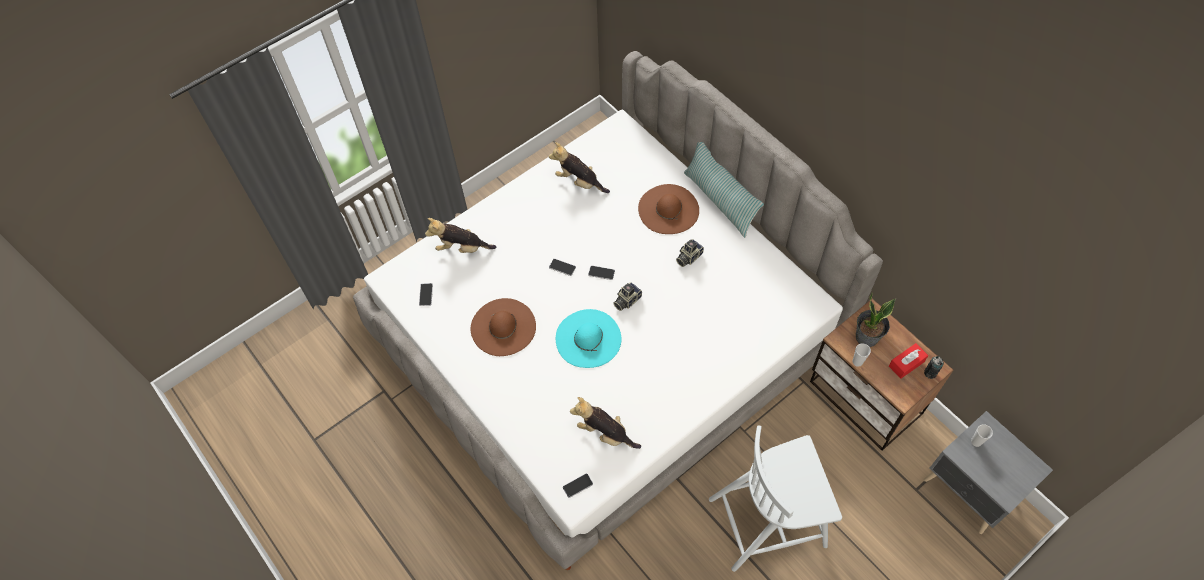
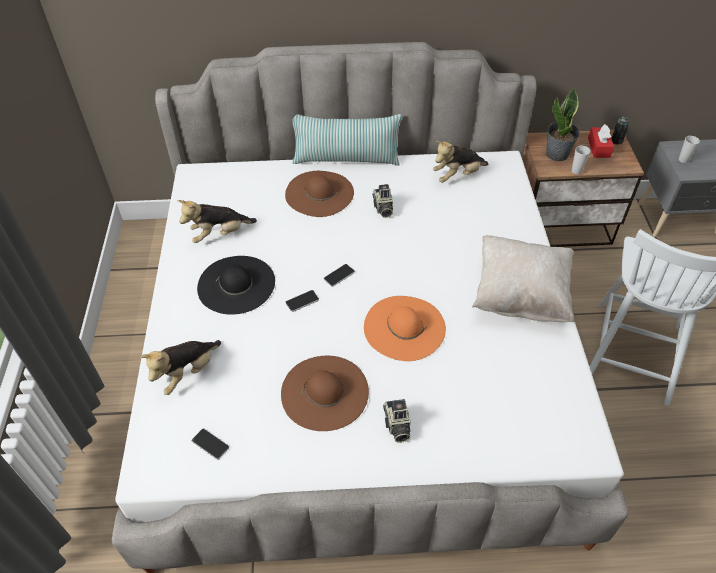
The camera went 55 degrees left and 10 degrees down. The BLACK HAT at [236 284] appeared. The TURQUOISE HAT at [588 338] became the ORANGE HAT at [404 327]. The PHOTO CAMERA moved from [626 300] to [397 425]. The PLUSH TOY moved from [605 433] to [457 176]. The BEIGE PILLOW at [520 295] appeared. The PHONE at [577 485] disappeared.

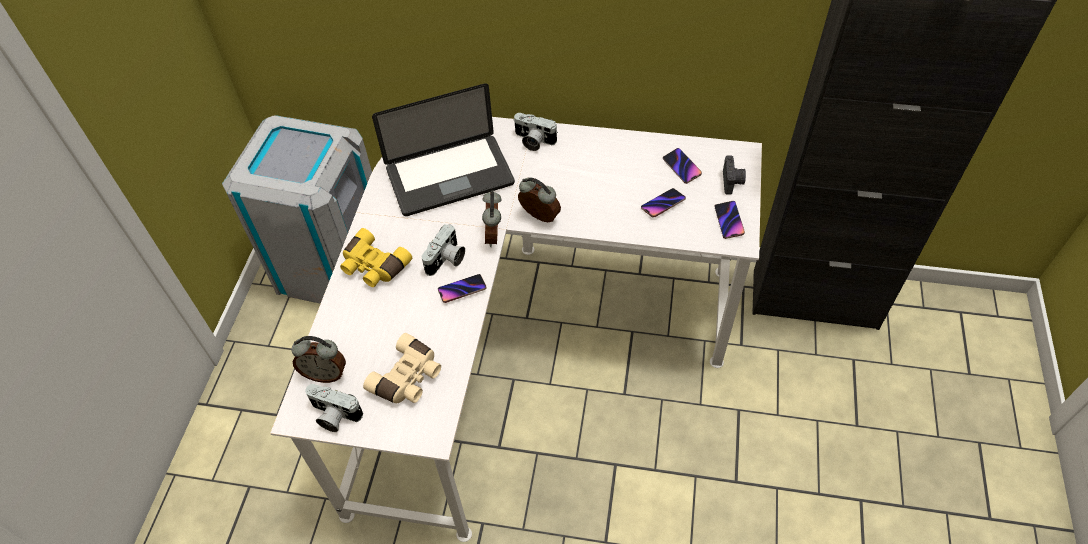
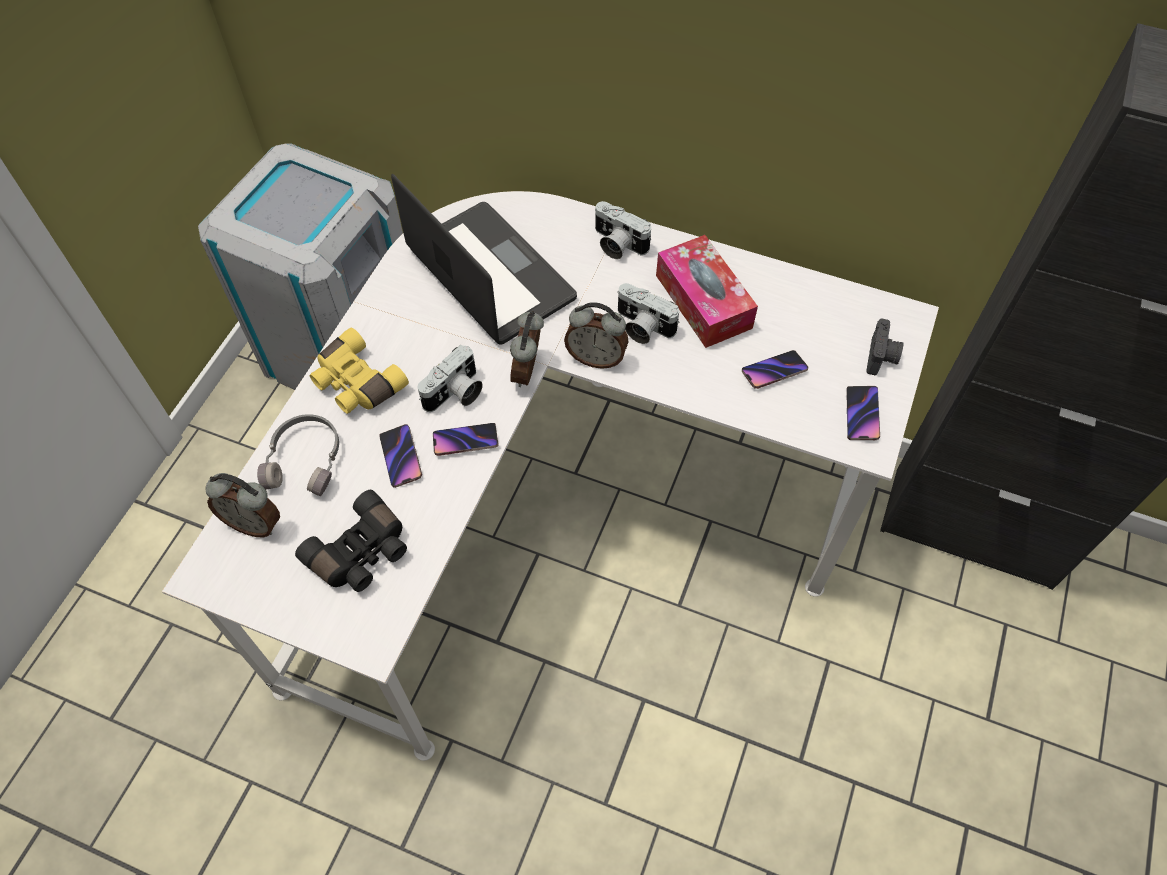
The camera went 10 degrees right and 5 degrees up. The GREY HEADPHONES at [306 460] appeared. The BEIGE BINOCULARS at [408 378] became the BLACK BINOCULARS at [361 553]. The PHONE moved from [681 167] to [401 457]. The LAPTOP at [450 176] turned 120 degrees counterclockwise. The ALARM CLOCK at [539 218] turned 150 degrees clockwise. The PHOTO CAMERA moved from [333 416] to [642 327]. The TISSUE BOX at [703 301] appeared.

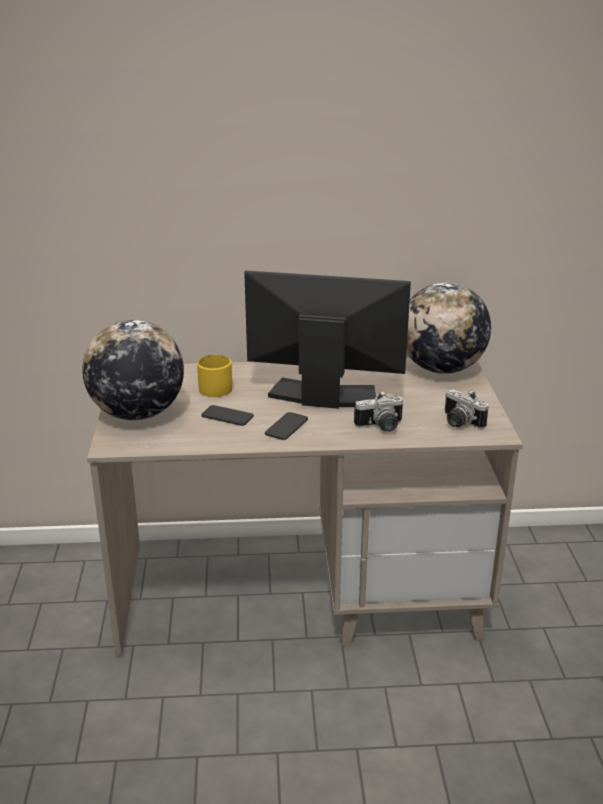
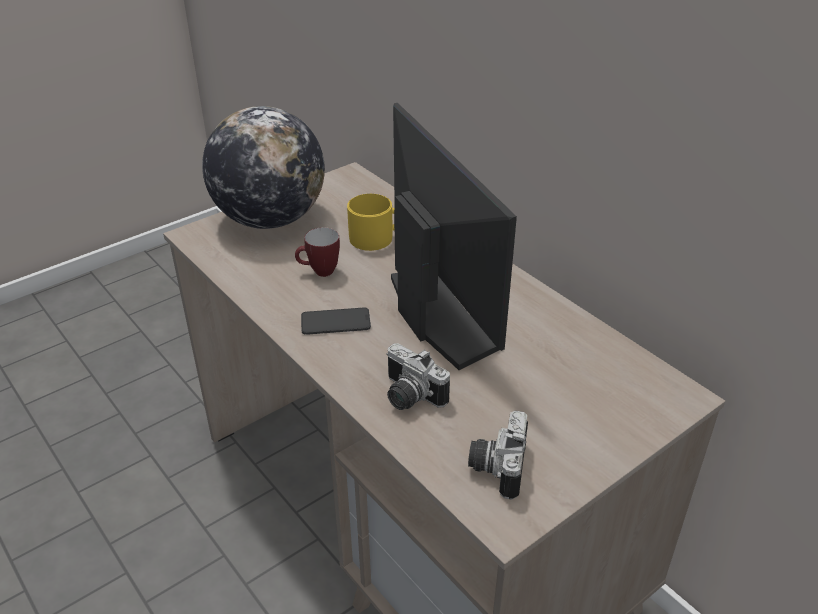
The camera went 55 degrees right and 10 degrees up. The PHONE at [227 416] was replaced by the MUG at [319 272]. The GLOBE at [441 369] disappeared.

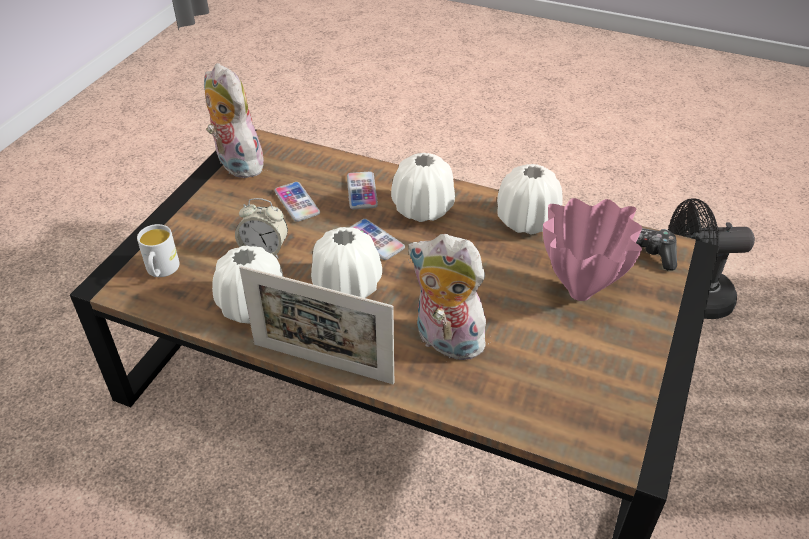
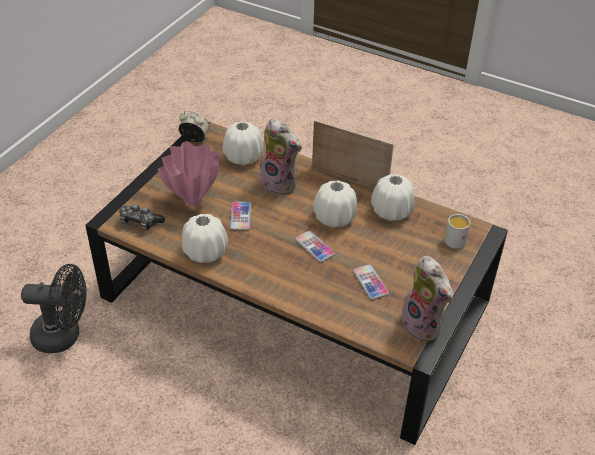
The camera went 175 degrees left and 0 degrees up. The ALARM CLOCK moved from [264 251] to [194 139]. The WHITE VASE moved from [423 209] to [243 157]. The PHONE moved from [362 191] to [240 216].

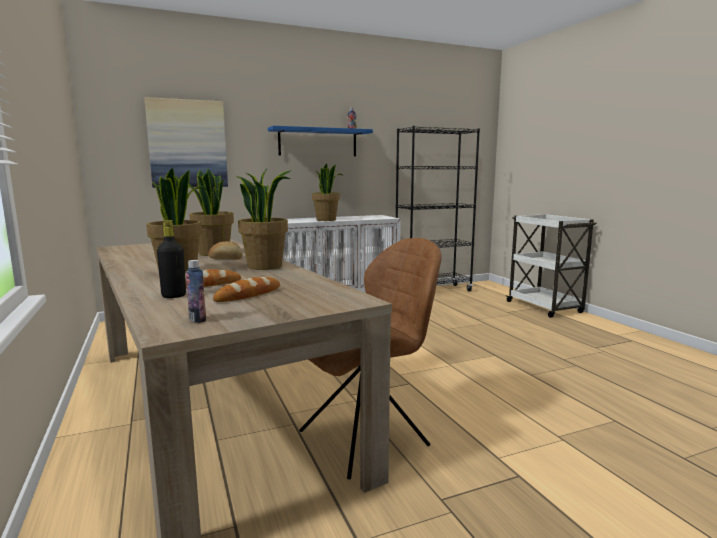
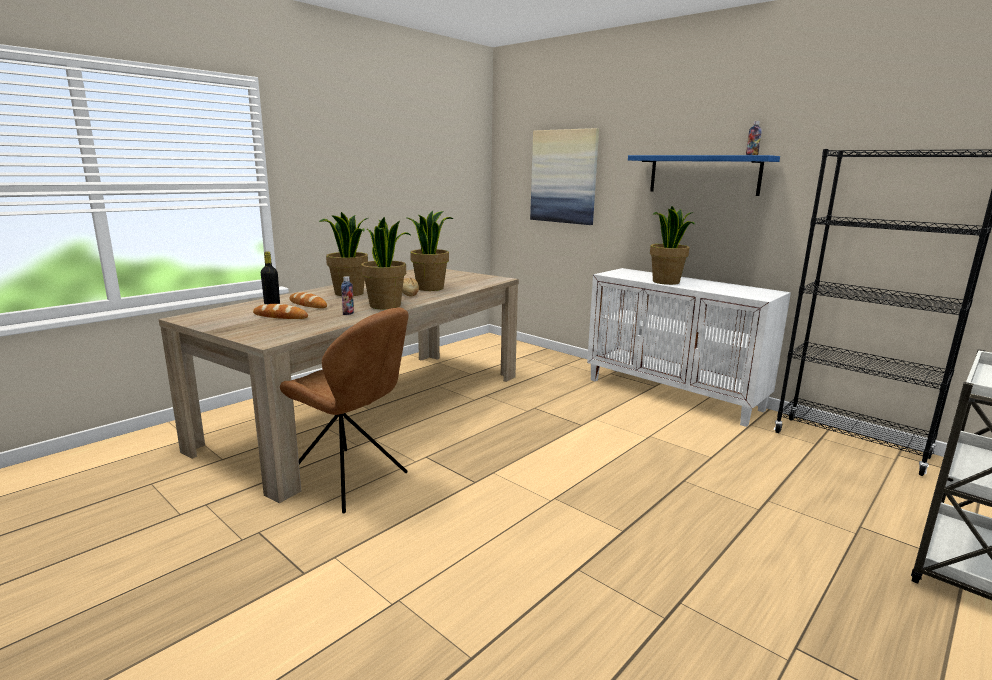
The camera went 65 degrees right and 5 degrees up. The BOTTLE moved from [197 320] to [348 313].

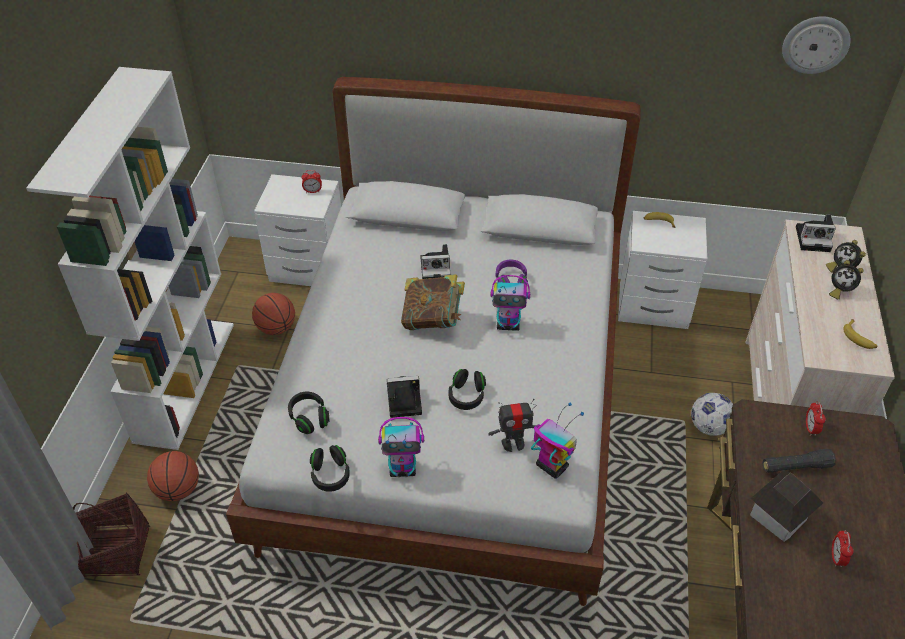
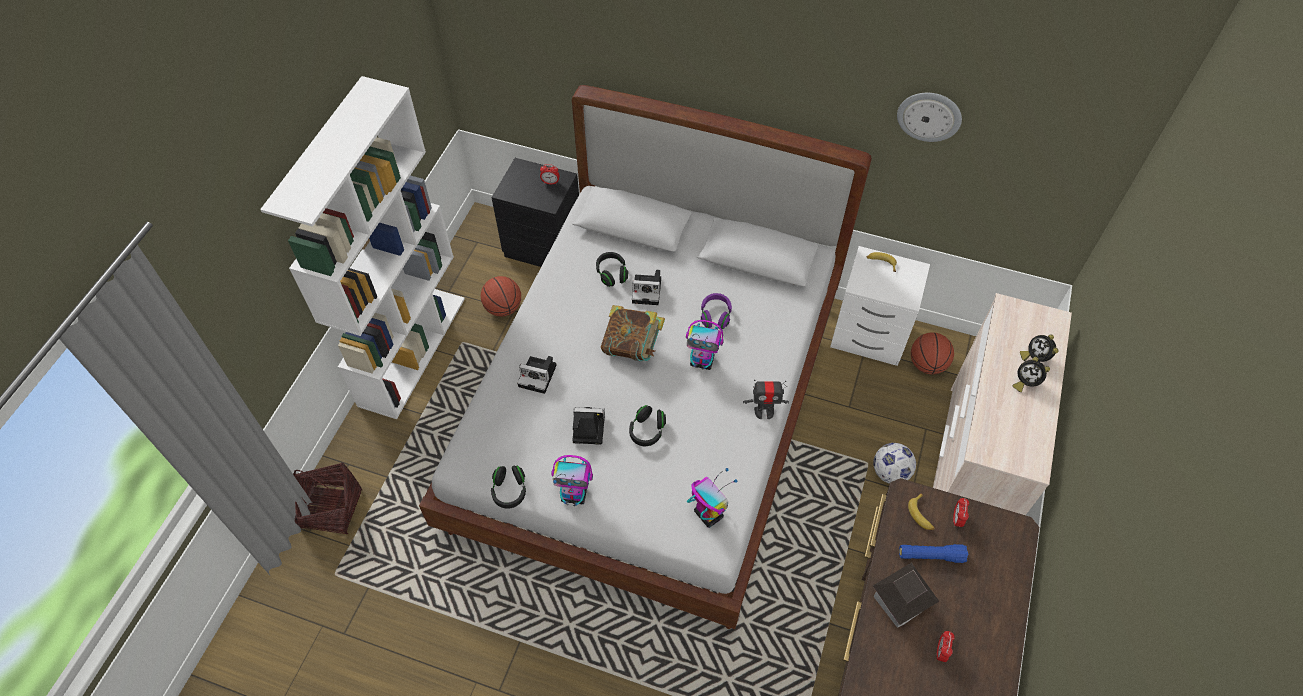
The camera went 10 degrees right and 10 degrees up. The WHITE NIGHTSTAND at [309 268] became the BLACK NIGHTSTAND at [544 248]. The PHOTO CAMERA moved from [814 239] to [539 375]. The BLACK HEADPHONES moved from [309 418] to [612 274]. The TOY ROBOT moved from [513 443] to [764 412]. The WALL CLOCK moved from [815 44] to [929 116]. The BLACK FLASHLIGHT at [796 467] became the BLUE FLASHLIGHT at [930 556]. The BANANA moved from [859 338] to [921 515]. The BASKETBALL moved from [178 490] to [927 364].

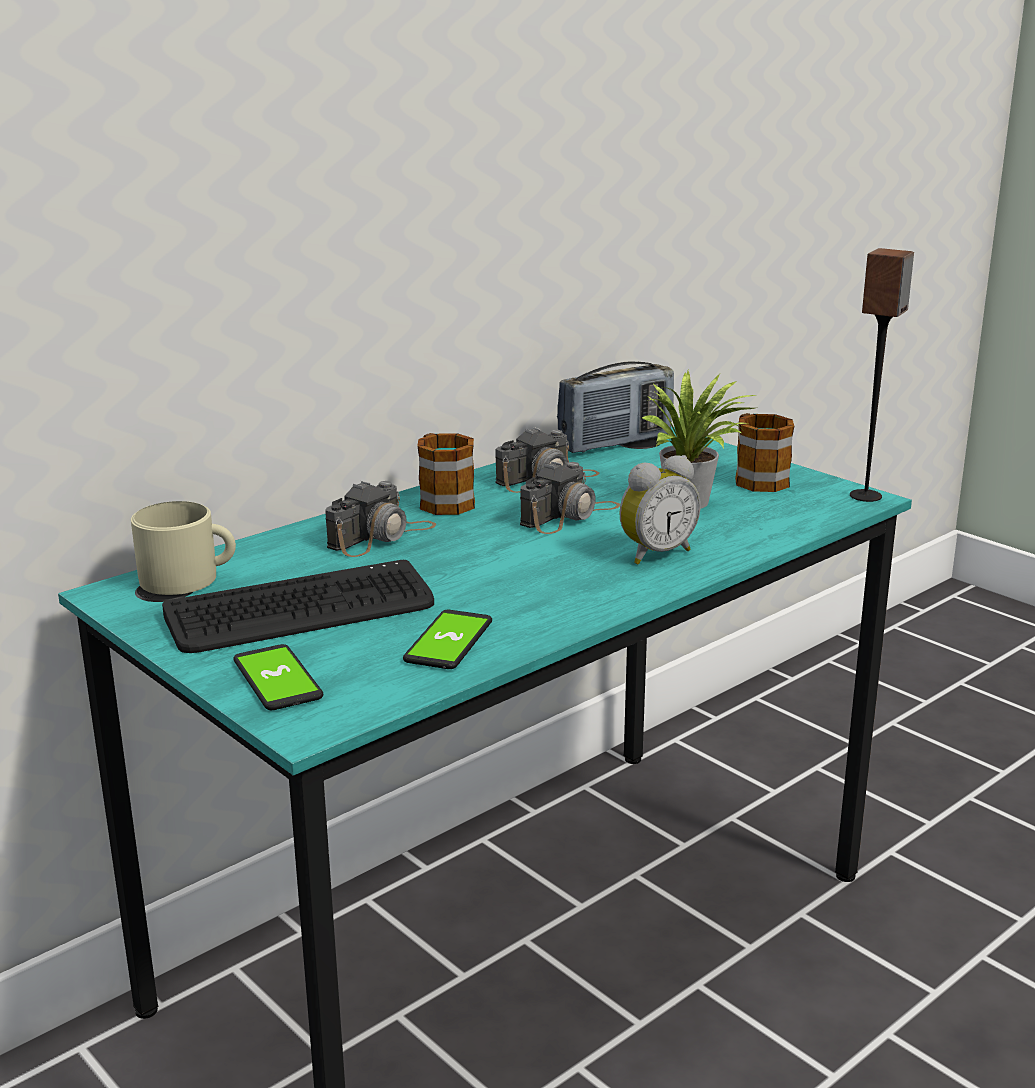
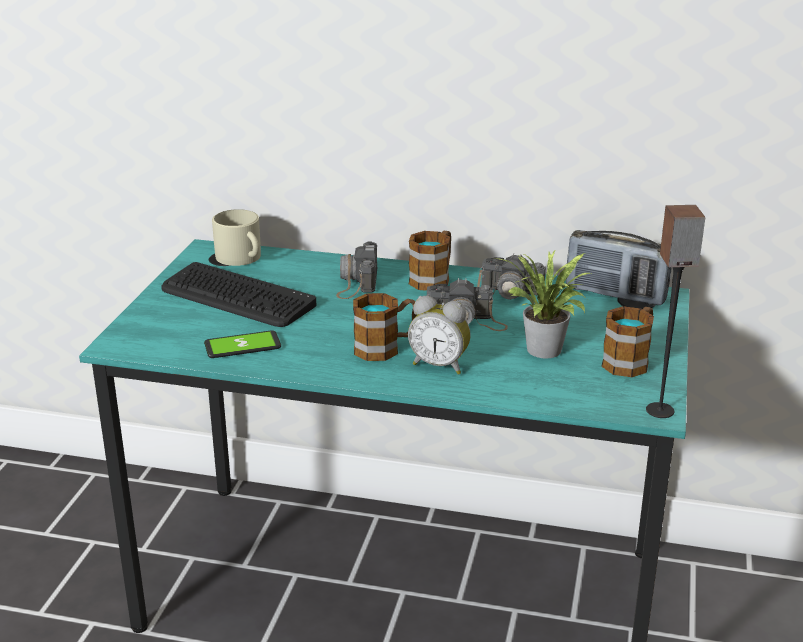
The camera went 55 degrees right and 5 degrees up. The PHOTO CAMERA at [382 536] turned 90 degrees clockwise. The MUG at [385 347] appeared. The PHONE at [277 679] disappeared.

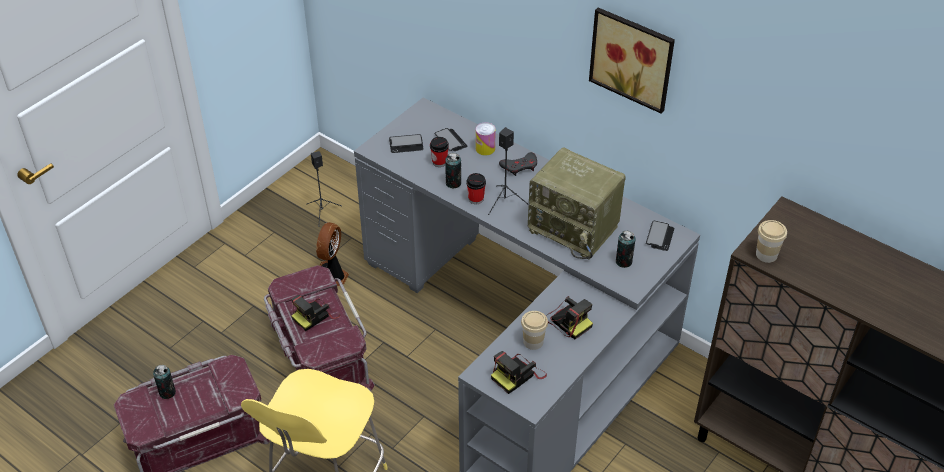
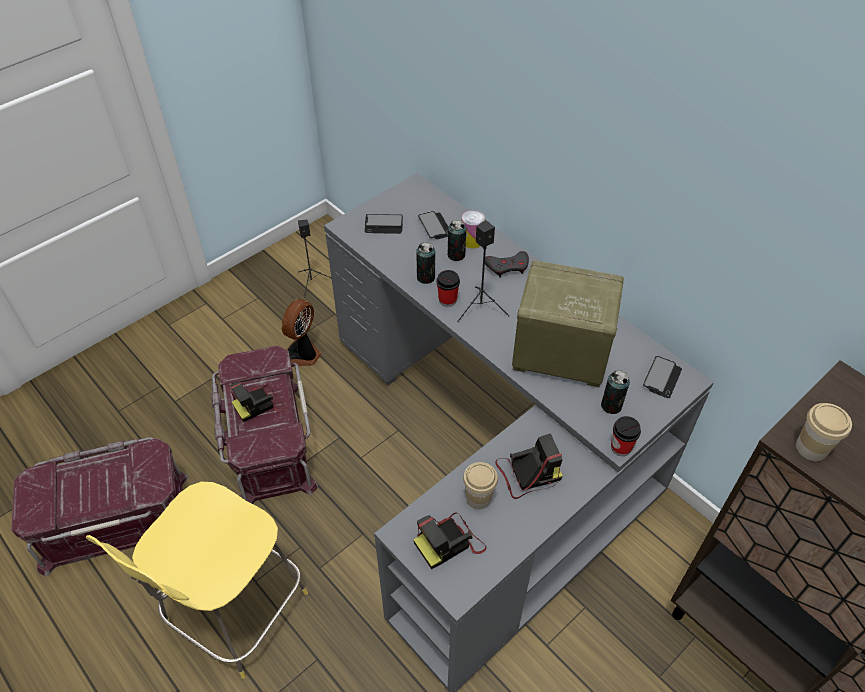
The camera went 10 degrees right and 5 degrees up. The CAN moved from [167 392] to [456 255]. The PHOTO CAMERA at [567 320] turned 75 degrees counterclockwise. The RADIO at [575 228] turned 150 degrees clockwise. The CUP moved from [439 162] to [621 447]. The PICTURE at [633 57] disappeared.

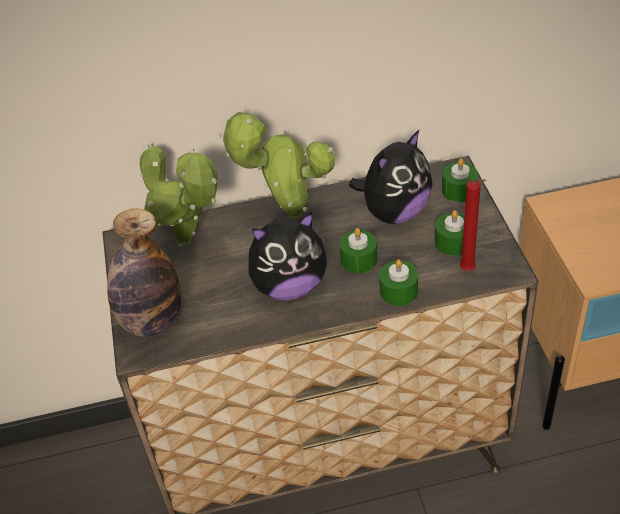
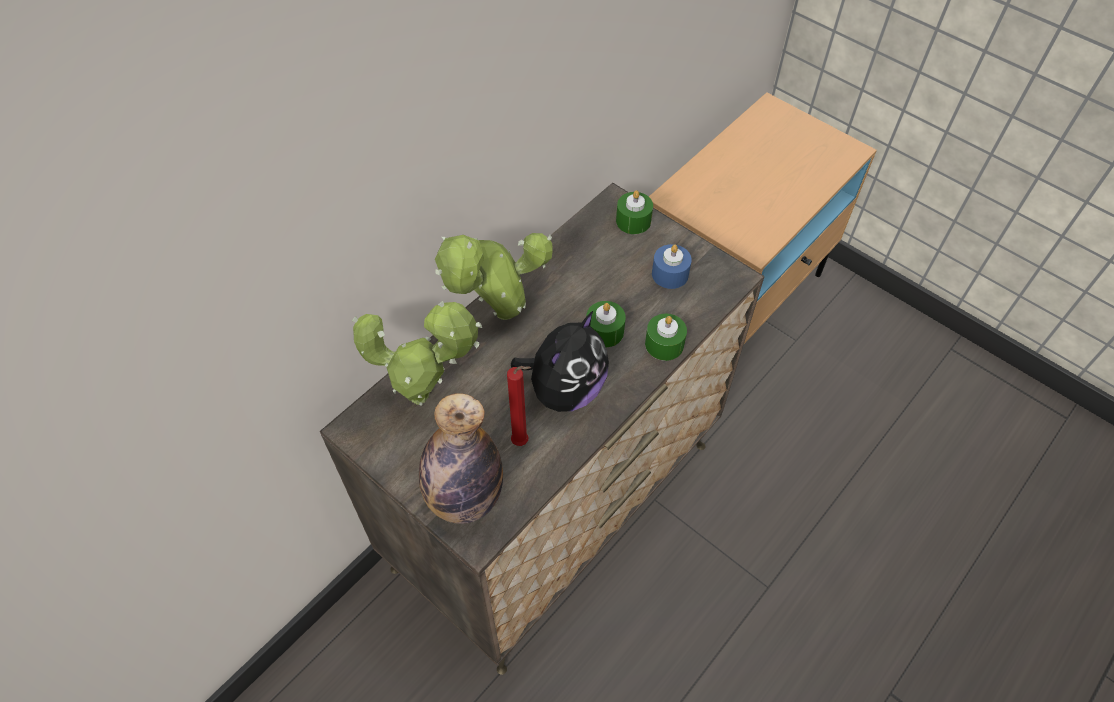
The camera went 40 degrees left and 10 degrees up. The RED CANDLE moved from [469 271] to [522 442]. The GREEN CANDLE at [453 242] became the BLUE CANDLE at [670 274]. The PLUSH TOY at [394 212] disappeared.

